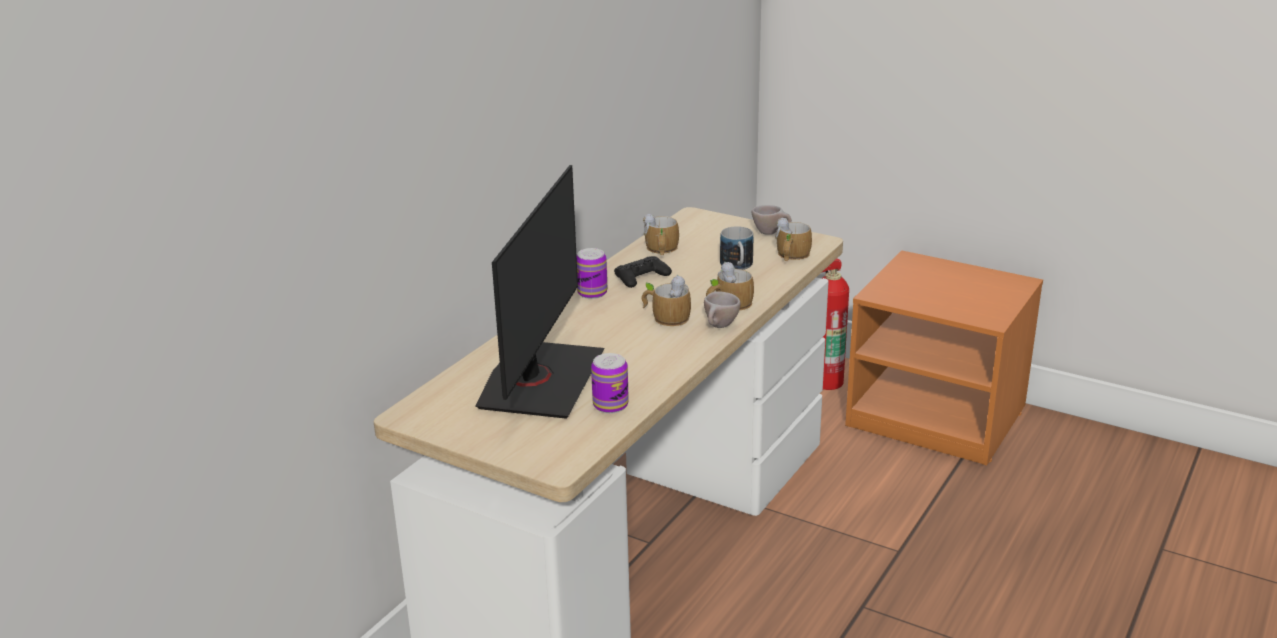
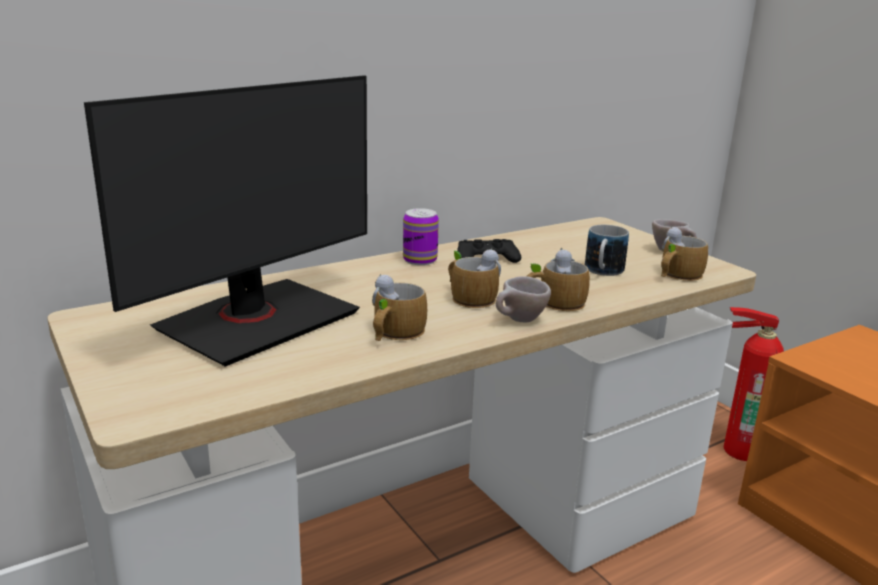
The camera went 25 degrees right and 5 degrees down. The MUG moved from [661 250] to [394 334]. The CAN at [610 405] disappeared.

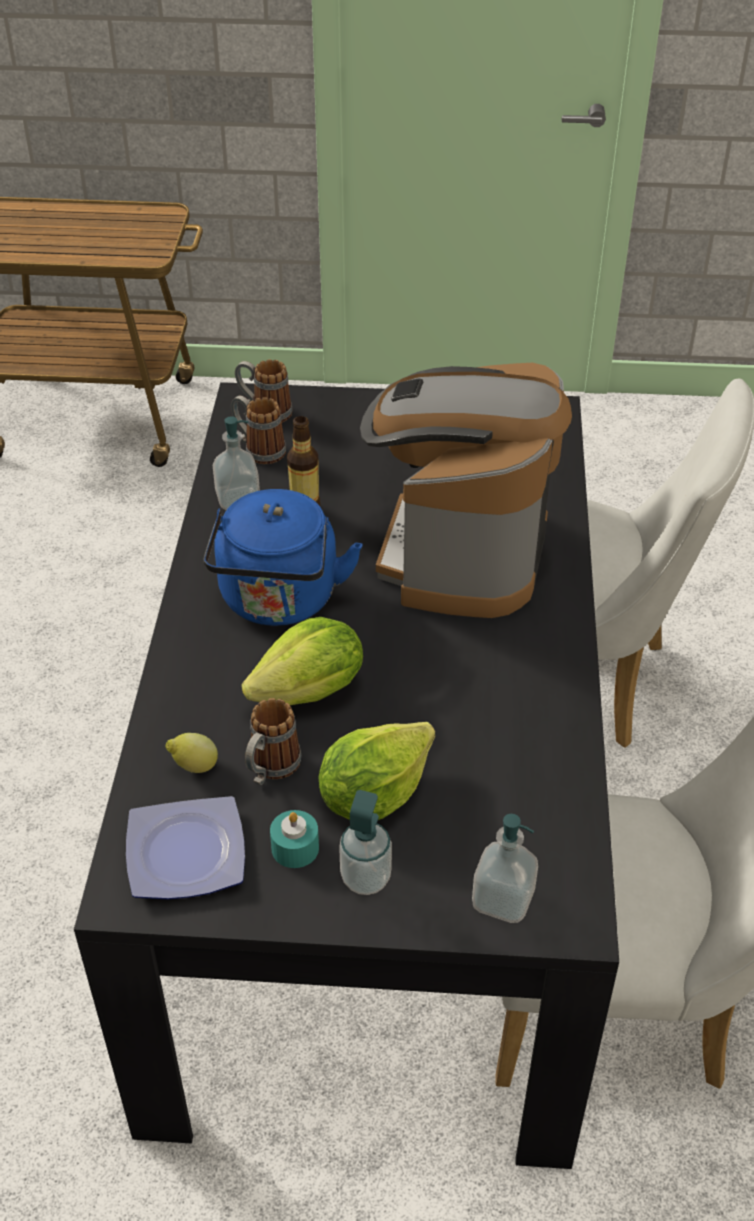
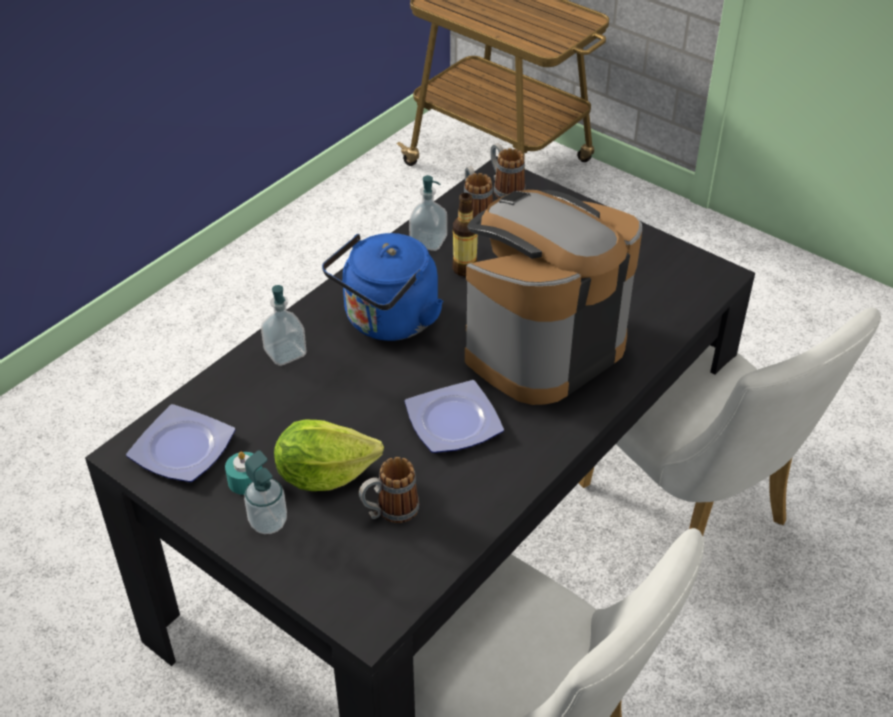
The camera went 35 degrees right and 0 degrees up. The SOAP DISPENSER moved from [502 900] to [285 353]. The MUG moved from [270 769] to [389 512]. The PLATE at [451 421] appeared. The LEMON at [194 767] disappeared. The LETTUCE at [310 691] disappeared.

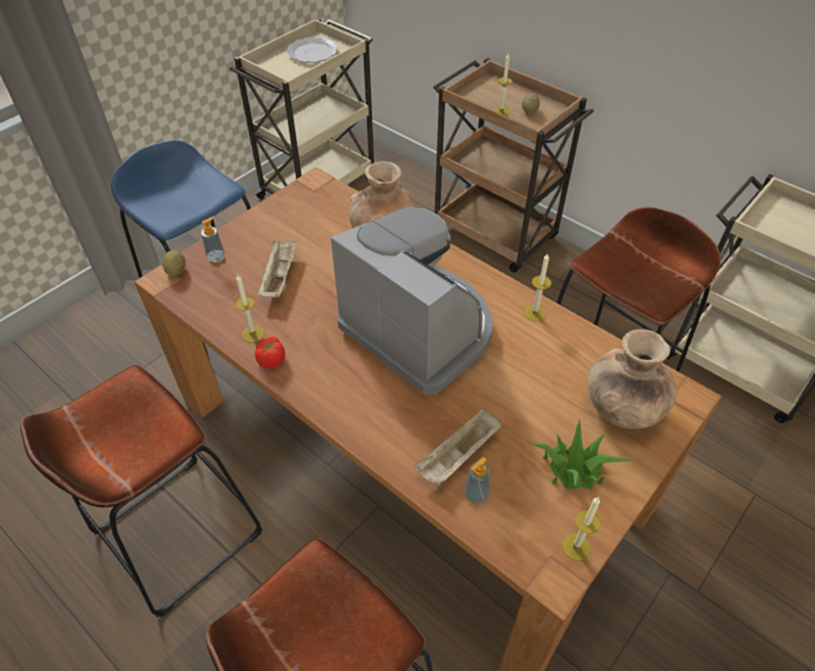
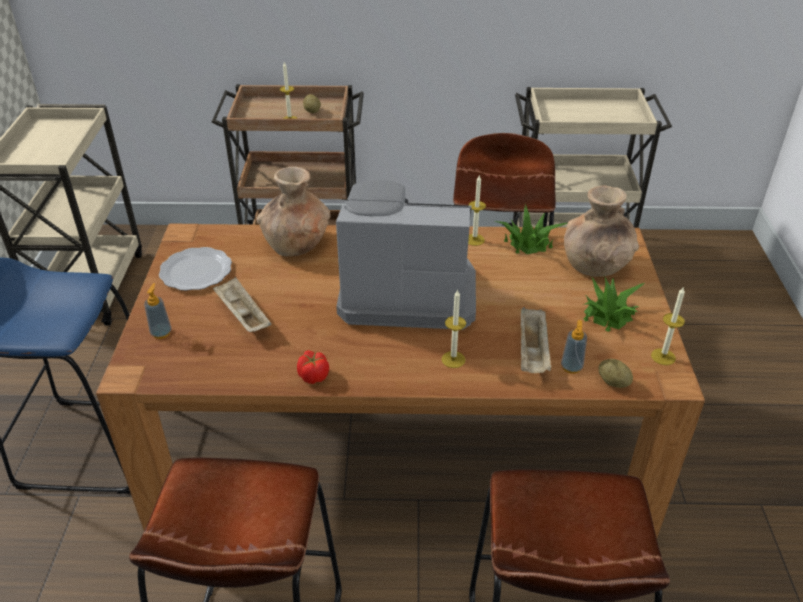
The camera went 40 degrees left and 10 degrees down. The PLATE moved from [313 53] to [197 271]. The CANDLE moved from [253 334] to [453 359]. The POTTED PLANT at [528 242] appeared. The POTATO moved from [176 270] to [613 382].

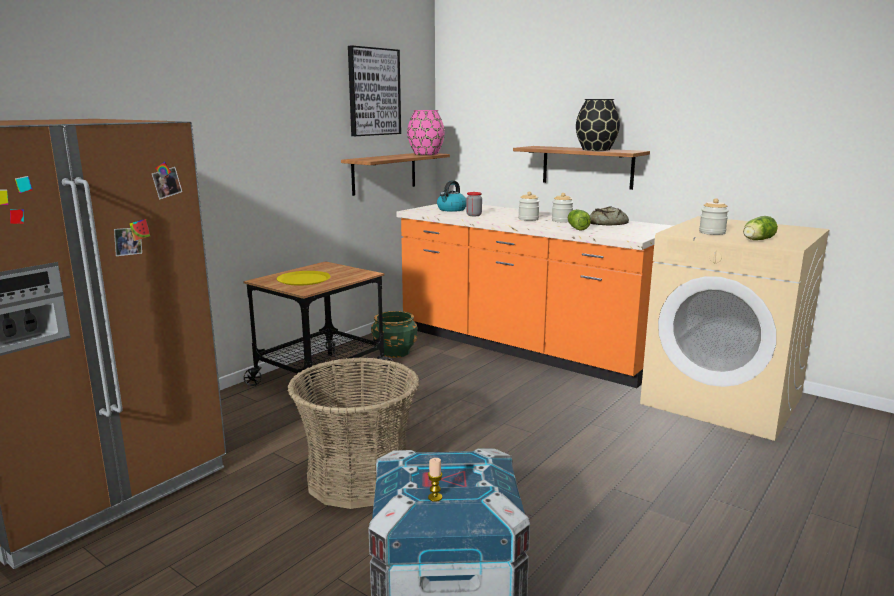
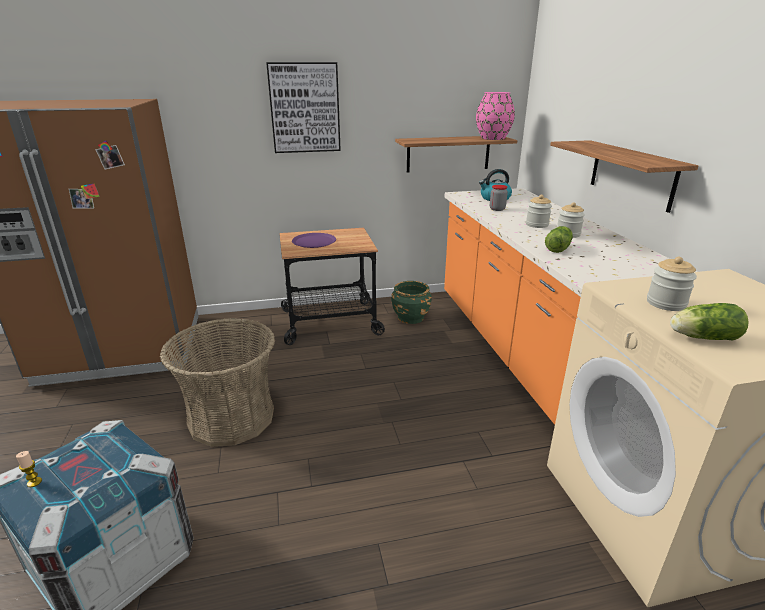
The camera went 40 degrees right and 10 degrees up. The PICTURE moved from [373 92] to [304 108]. The YELLOW PLATE at [304 279] became the PURPLE PLATE at [314 241]. The BLACK VASE at [596 149] disappeared. The BREAD at [606 223] disappeared.

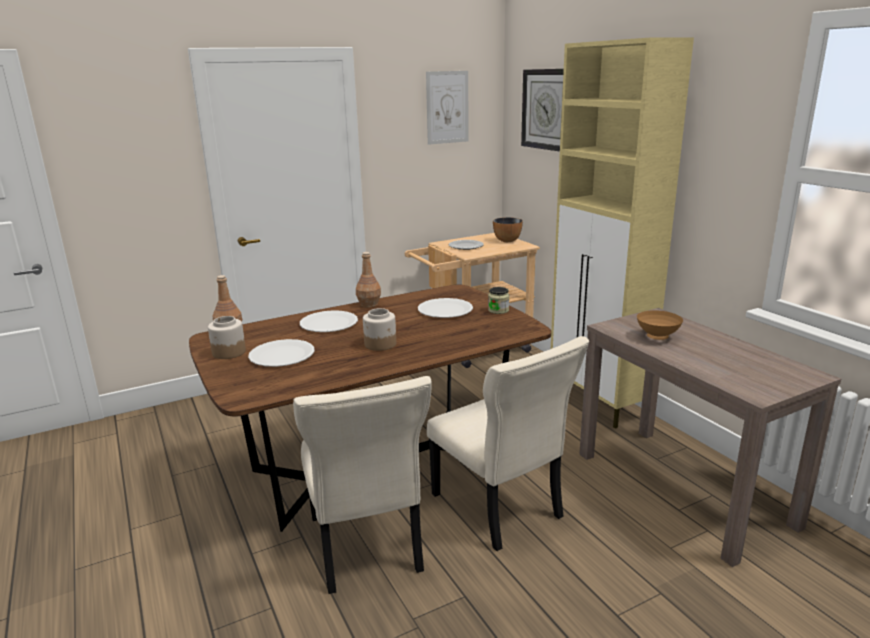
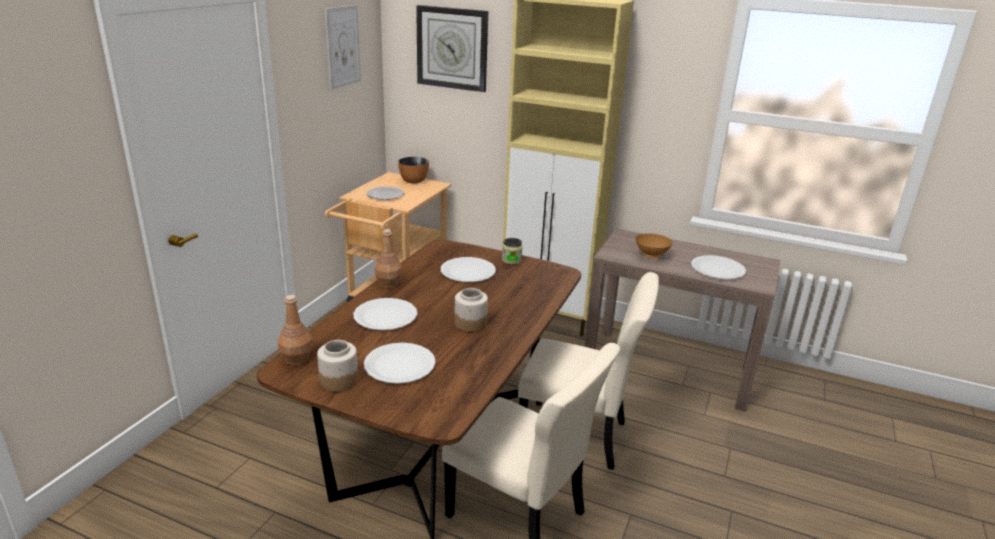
The camera went 40 degrees left and 5 degrees up. The WHITE PLATE at [717 269] appeared.

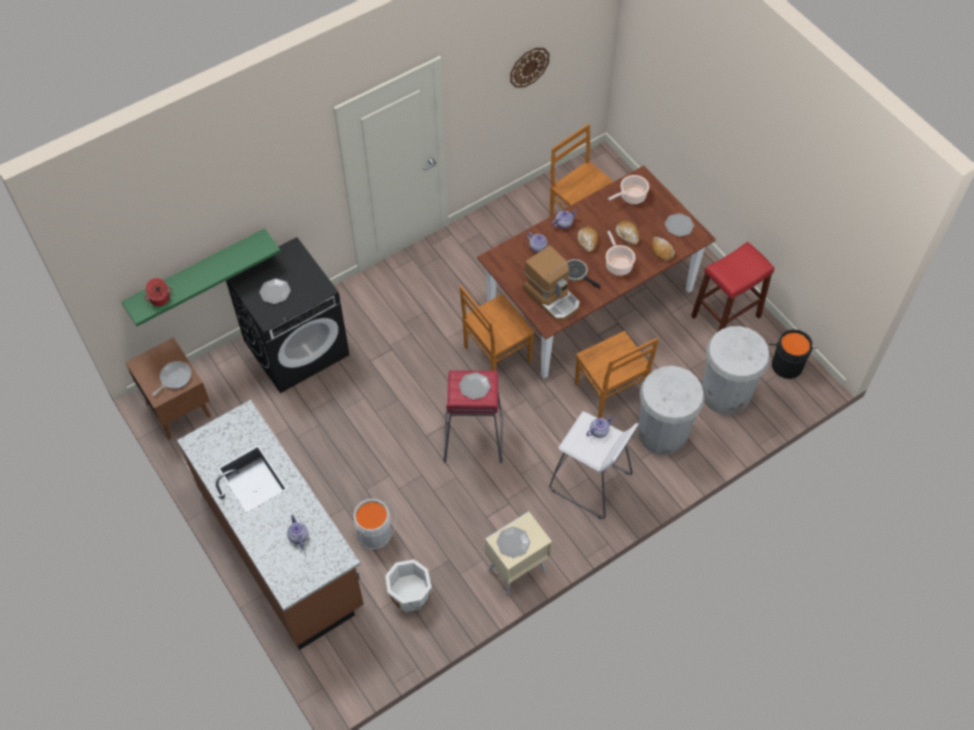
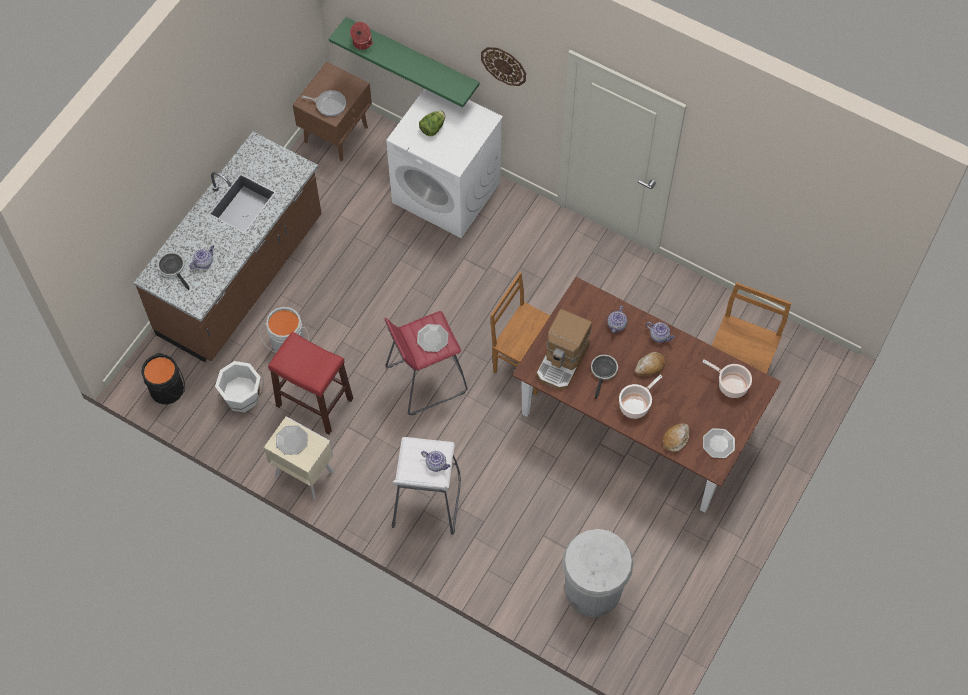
The camera went 65 degrees right and 5 degrees up. The BLACK BUCKET moved from [787 364] to [169 389]. The FRYING PAN at [173 268] appeared. The RED STOOL moved from [725 316] to [314 402]. The BLACK WASHING MACHINE at [297 347] became the WHITE WASHING MACHINE at [447 192]. The PLATE at [275 292] was replaced by the LETTUCE at [432 128]. The WALL CLOCK moved from [529 67] to [504 65]. The BROWN CHAIR at [610 391] disappeared. The BREAD at [628 234] disappeared. The WHITE TRASH CAN at [662 432] disappeared.

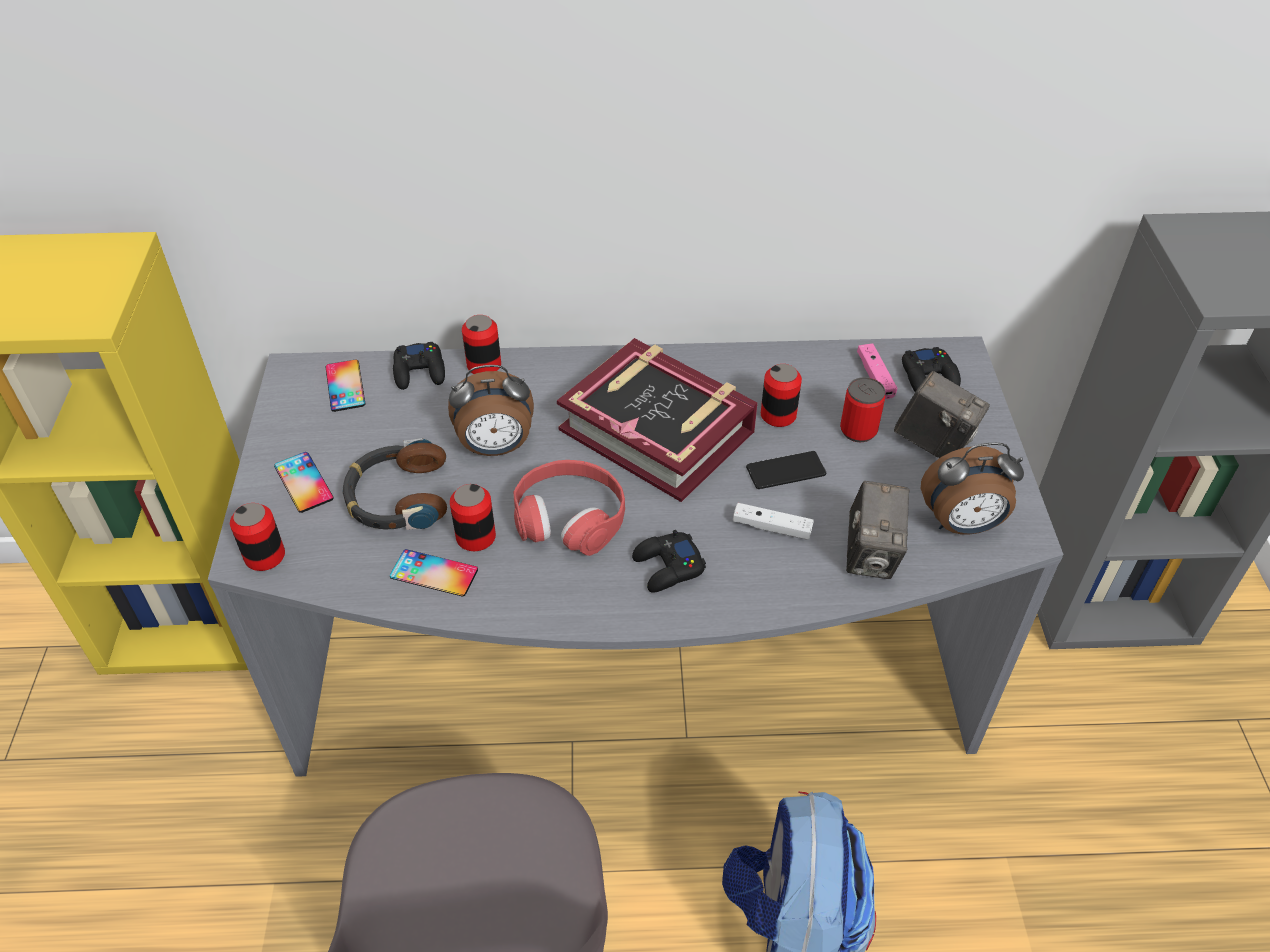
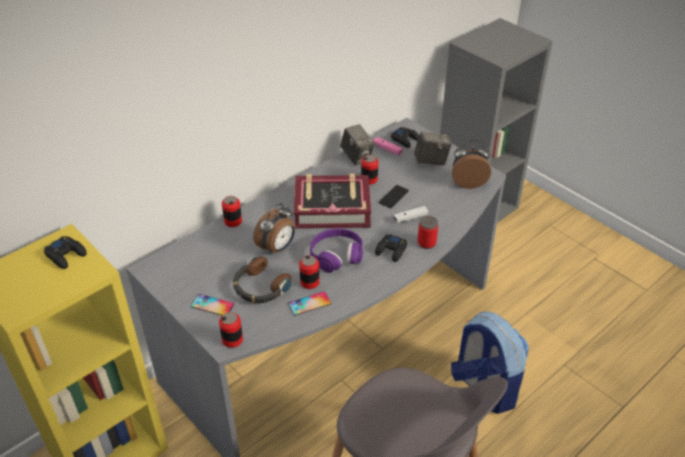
The camera went 40 degrees left and 5 degrees down. The BLACK GAME CONTROLLER moved from [420 371] to [66 255]. The RED HEADPHONES at [570 517] became the PURPLE HEADPHONES at [336 255]. The PHOTO CAMERA moved from [871 555] to [357 157]. The CAN moved from [858 430] to [426 243]. The ALARM CLOCK at [962 525] turned 135 degrees counterclockwise. The PHONE at [345 386] disappeared.

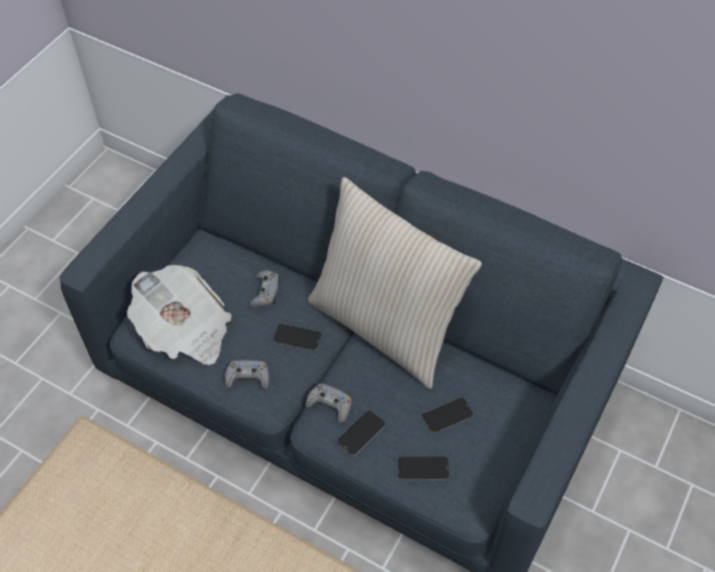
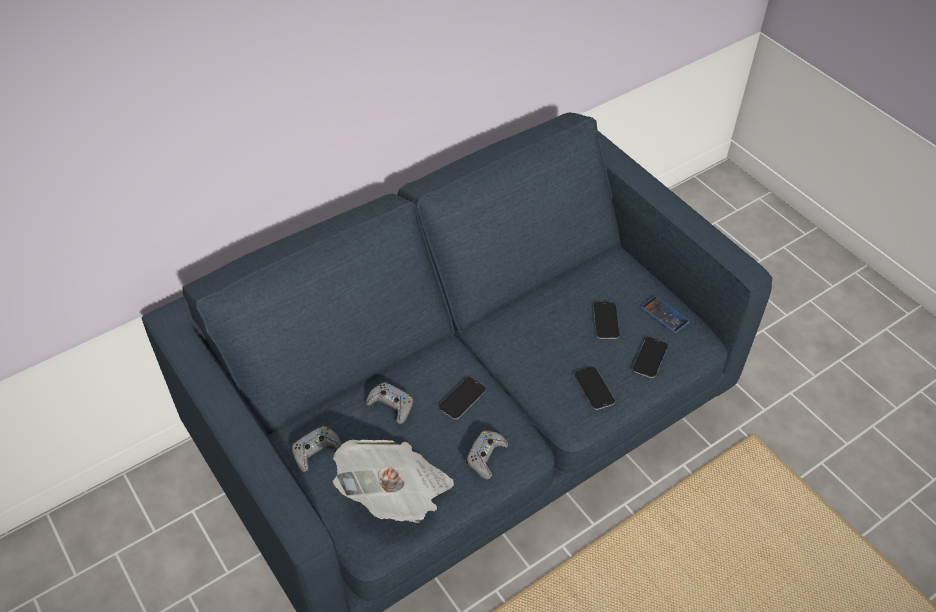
The camera went 65 degrees left and 5 degrees down. The GREY GAME CONTROLLER moved from [330 405] to [316 451]. The PHONE at [664 315] appeared. The BEIGE PILLOW at [385 326] disappeared.

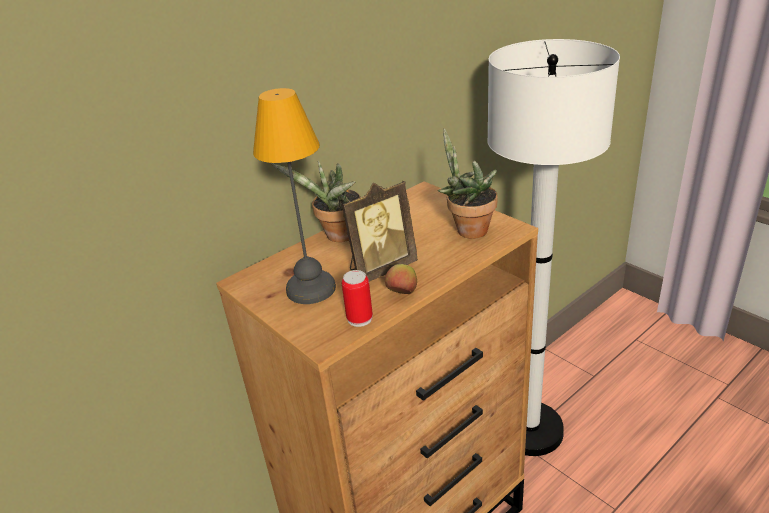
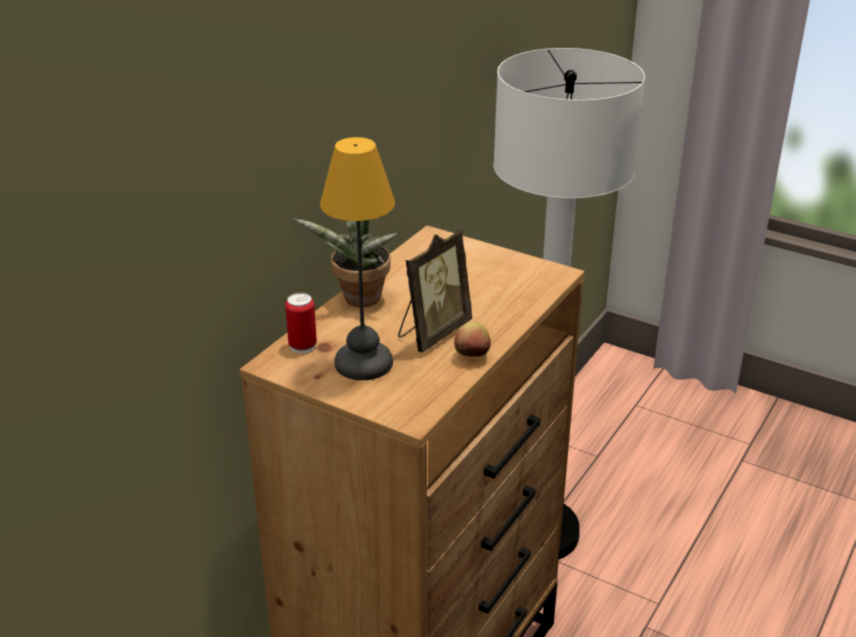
The camera went 20 degrees left and 0 degrees up. The CAN moved from [359 318] to [302 345]. The POTTED PLANT at [468 229] disappeared.

